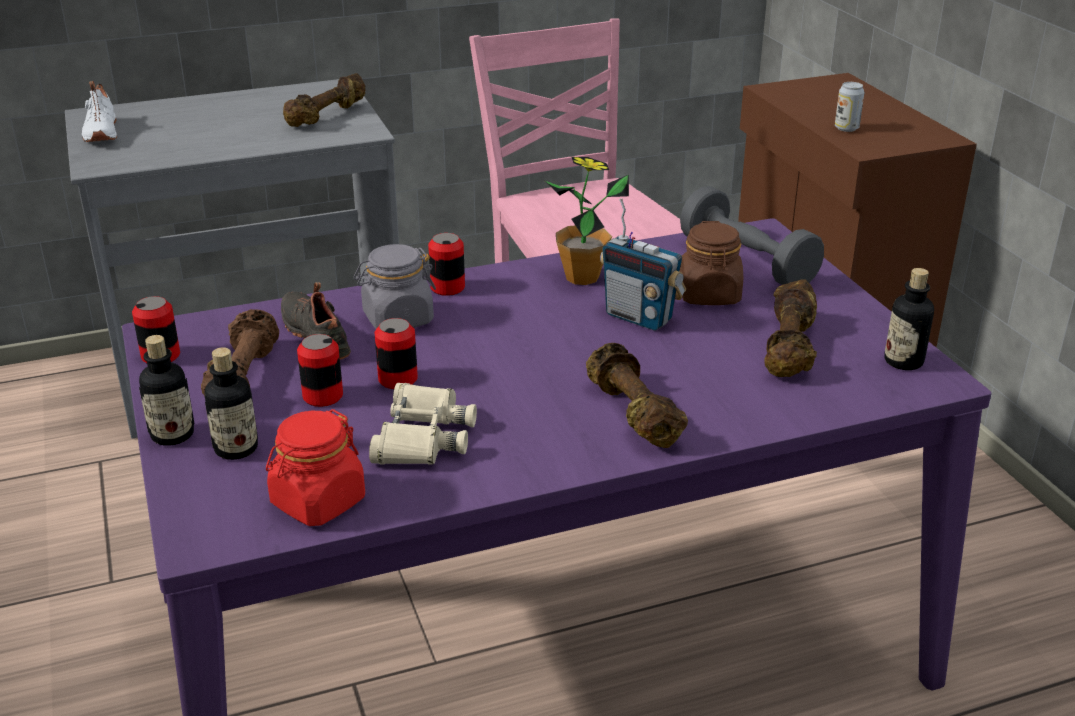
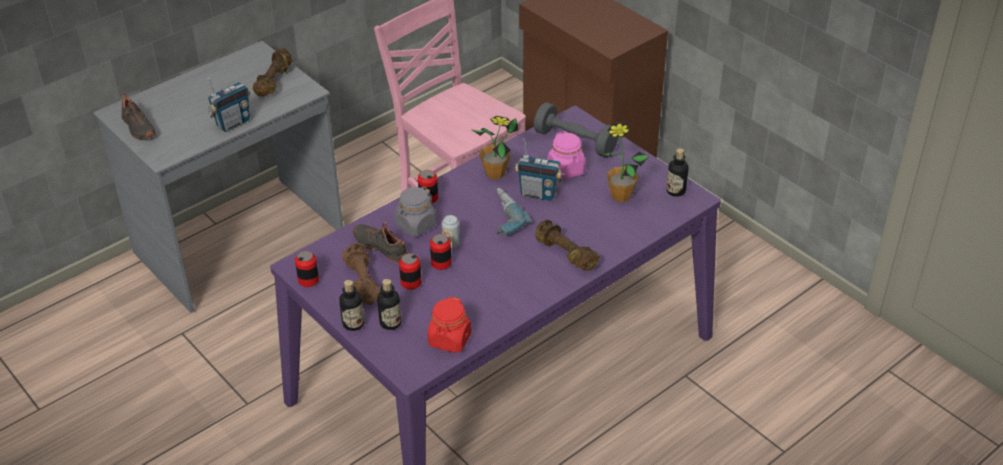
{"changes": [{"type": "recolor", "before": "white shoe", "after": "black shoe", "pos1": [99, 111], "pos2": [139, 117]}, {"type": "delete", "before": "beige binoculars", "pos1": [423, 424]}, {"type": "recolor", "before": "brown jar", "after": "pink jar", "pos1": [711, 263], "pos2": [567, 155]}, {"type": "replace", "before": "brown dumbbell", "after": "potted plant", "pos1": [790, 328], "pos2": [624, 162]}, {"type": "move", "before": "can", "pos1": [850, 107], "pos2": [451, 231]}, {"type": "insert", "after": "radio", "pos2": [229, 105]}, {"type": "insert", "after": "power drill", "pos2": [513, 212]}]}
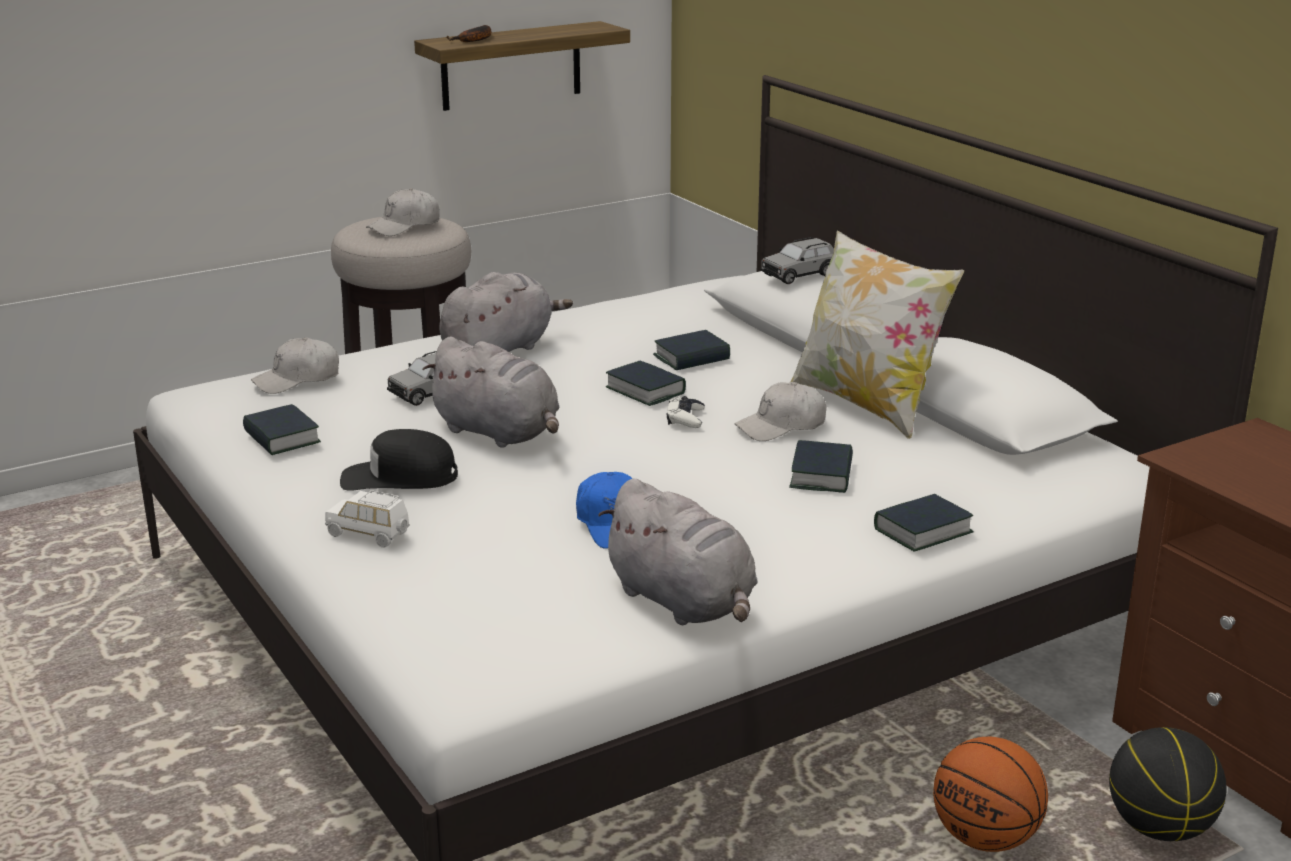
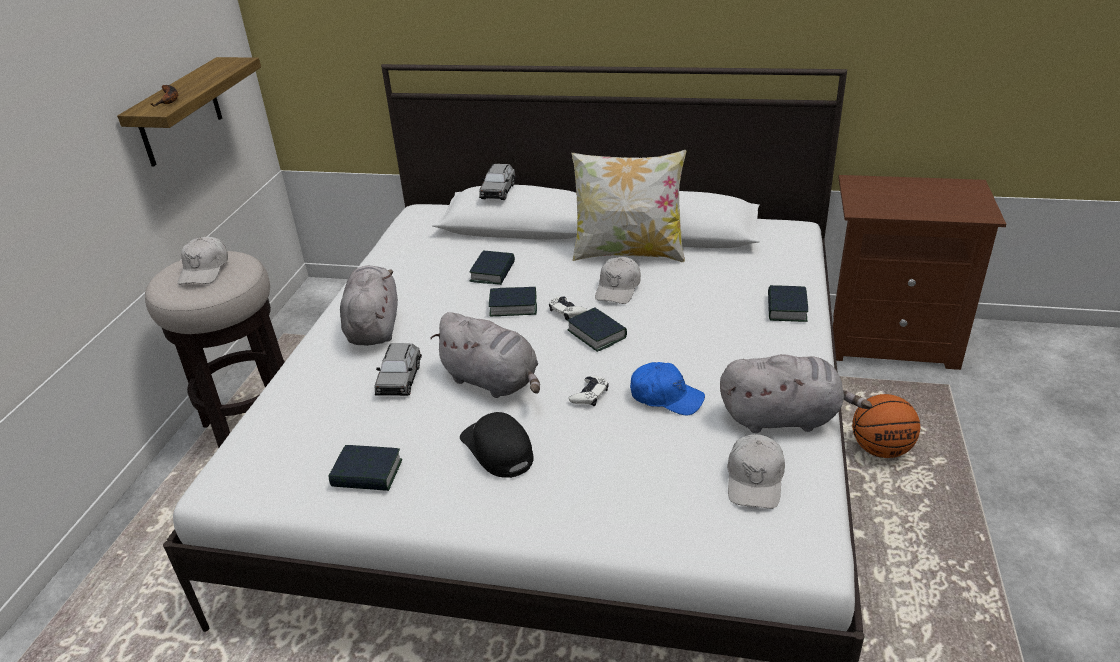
{"changes": [{"type": "move", "before": "white cap", "pos1": [295, 365], "pos2": [756, 471]}, {"type": "delete", "before": "white toy car", "pos1": [367, 519]}, {"type": "rotate", "before": "black cap", "pos1": [399, 460], "pos2": [497, 445], "turn": 105}, {"type": "rotate", "before": "grey plush toy", "pos1": [491, 392], "pos2": [485, 355], "turn": 45}, {"type": "move", "before": "book", "pos1": [821, 466], "pos2": [597, 330]}, {"type": "delete", "before": "basketball", "pos1": [1167, 784]}, {"type": "insert", "after": "white game controller", "pos2": [589, 391]}]}
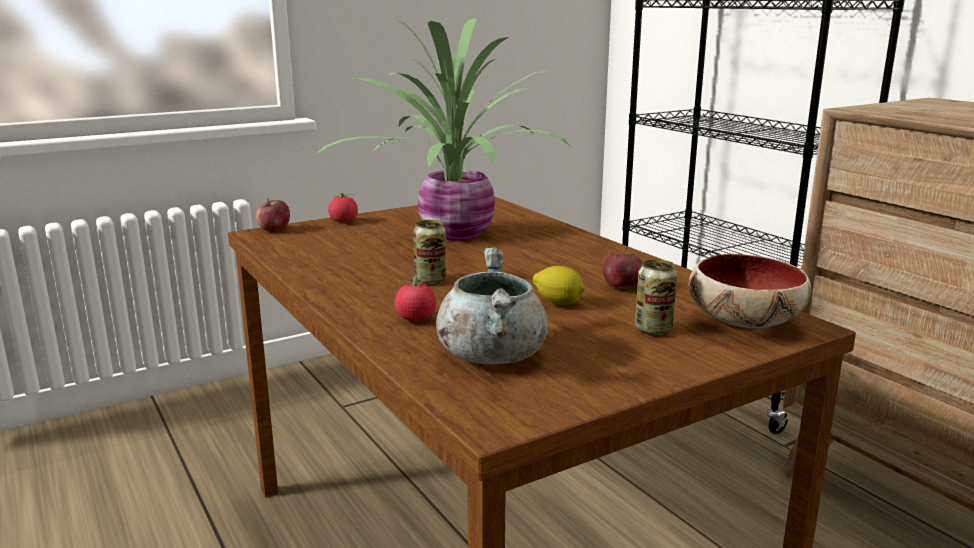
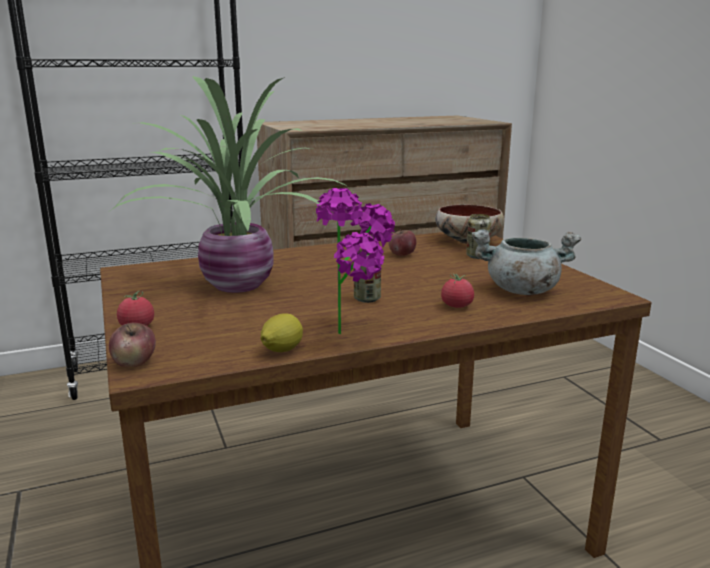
{"changes": [{"type": "move", "before": "lemon", "pos1": [558, 285], "pos2": [281, 332]}, {"type": "insert", "after": "potted plant", "pos2": [355, 261]}]}
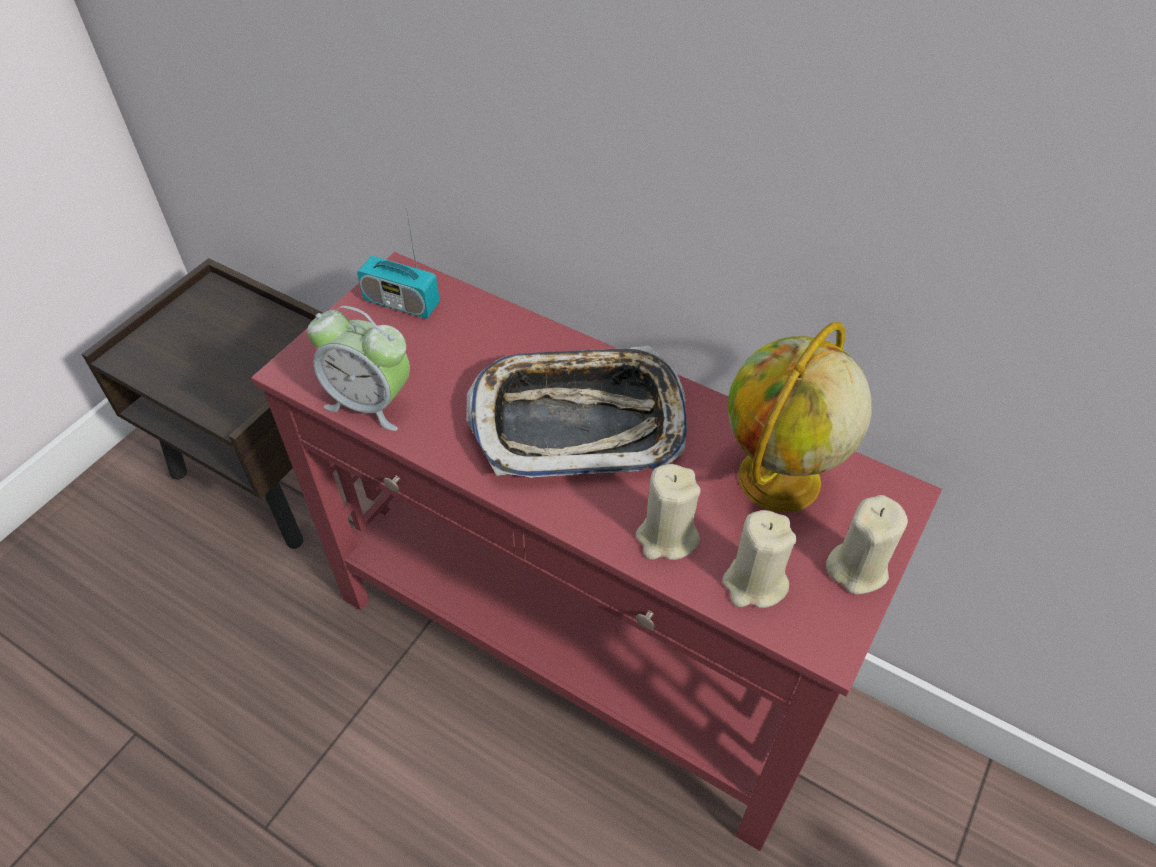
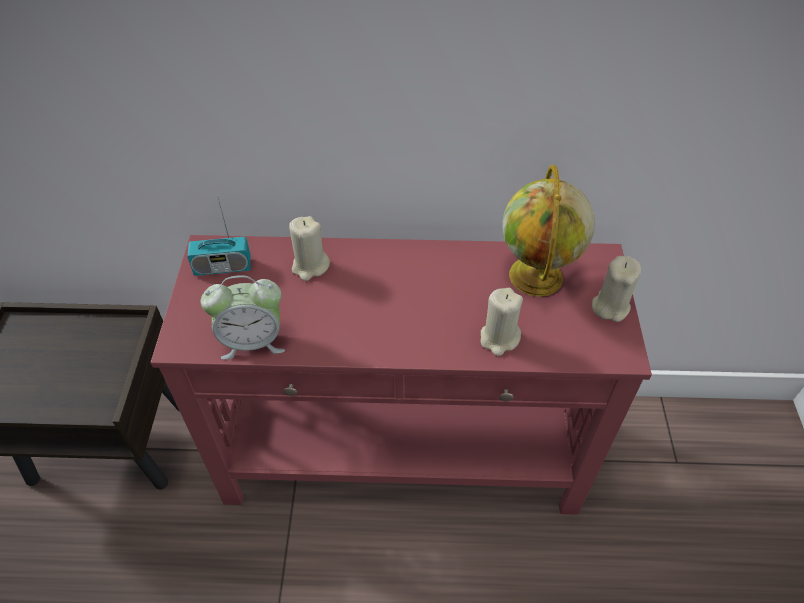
{"changes": [{"type": "delete", "before": "tray", "pos1": [576, 412]}, {"type": "move", "before": "beige candle", "pos1": [759, 559], "pos2": [309, 248]}]}
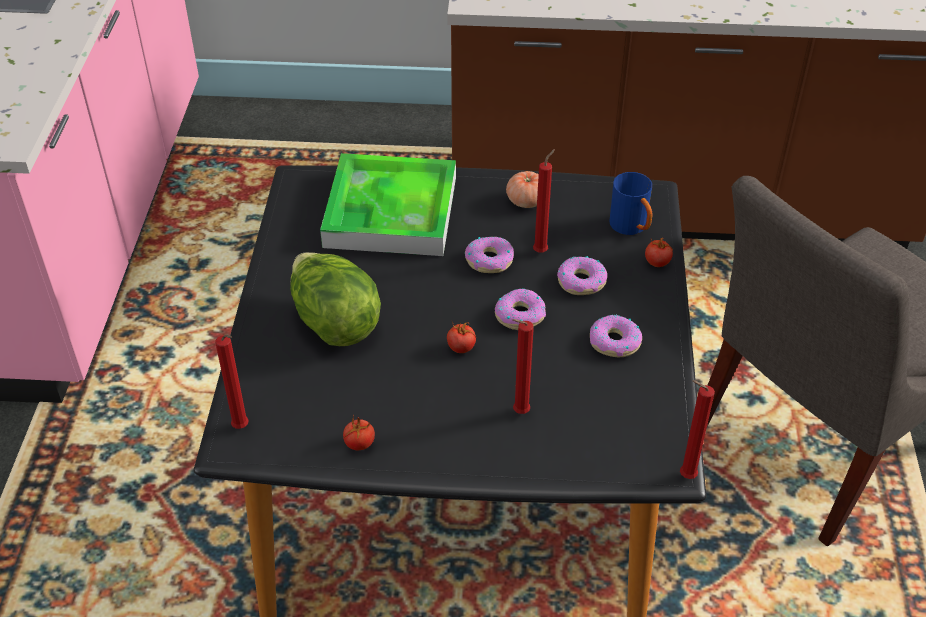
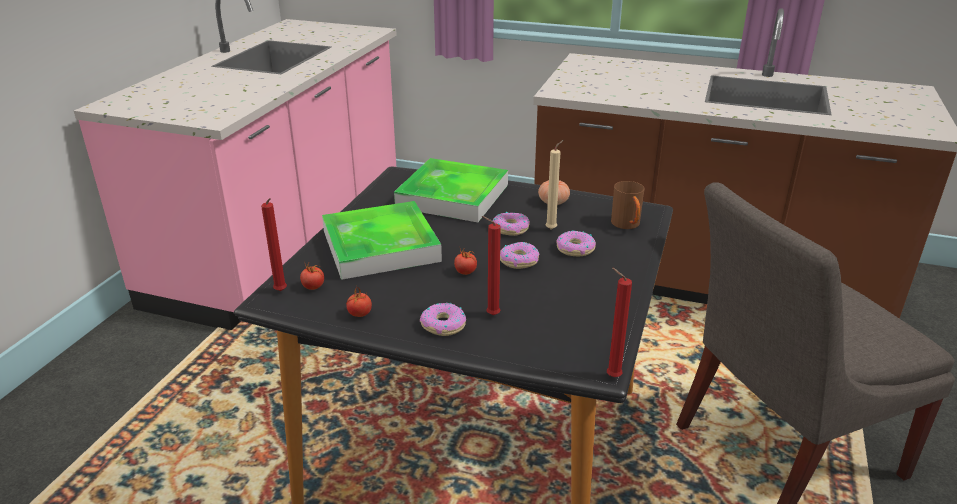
{"changes": [{"type": "replace", "before": "lettuce", "after": "tray", "pos1": [335, 299], "pos2": [382, 240]}, {"type": "recolor", "before": "red candle", "after": "beige candle", "pos1": [544, 200], "pos2": [555, 185]}, {"type": "move", "before": "donut", "pos1": [616, 335], "pos2": [443, 319]}, {"type": "recolor", "before": "blue mug", "after": "brown mug", "pos1": [631, 203], "pos2": [628, 205]}, {"type": "move", "before": "tomato", "pos1": [659, 252], "pos2": [312, 276]}]}
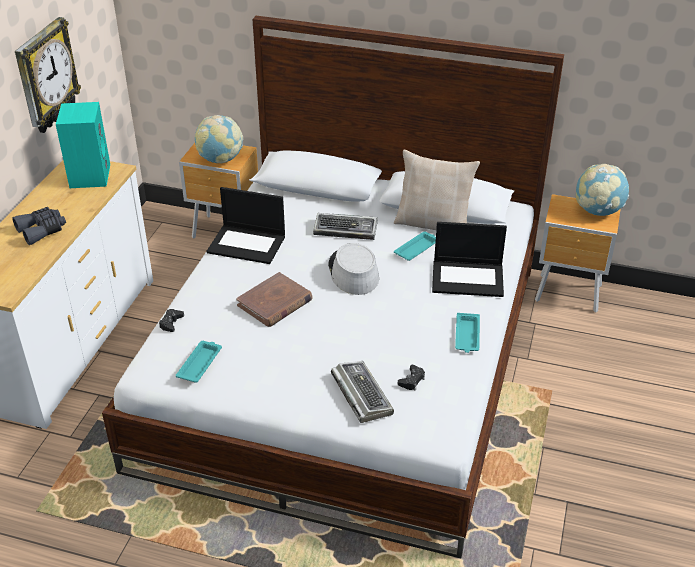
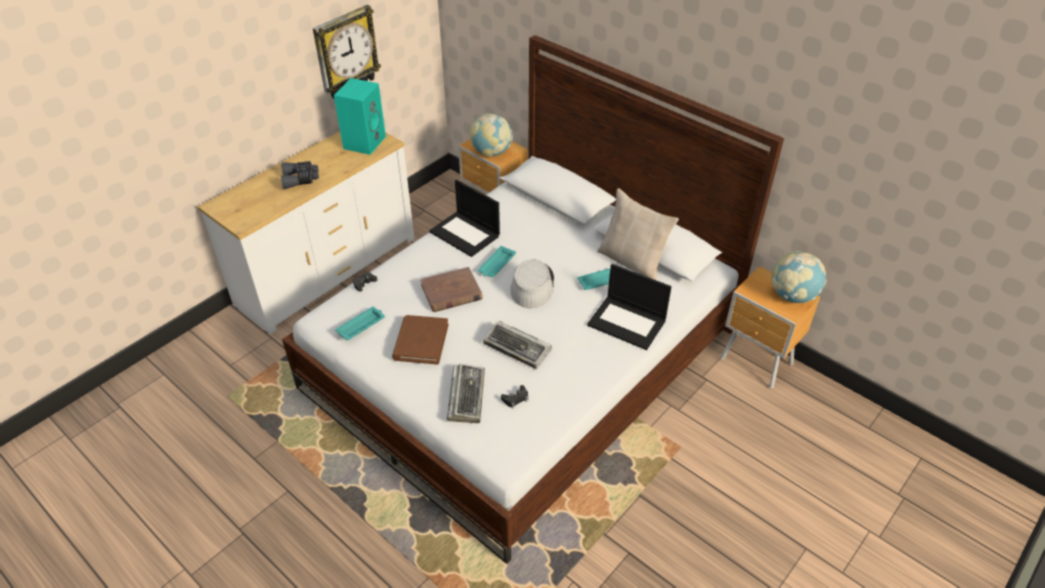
{"changes": [{"type": "move", "before": "keyboard", "pos1": [345, 226], "pos2": [517, 345]}, {"type": "move", "before": "turquoise tray", "pos1": [467, 333], "pos2": [497, 261]}, {"type": "insert", "after": "brown book", "pos2": [420, 340]}]}
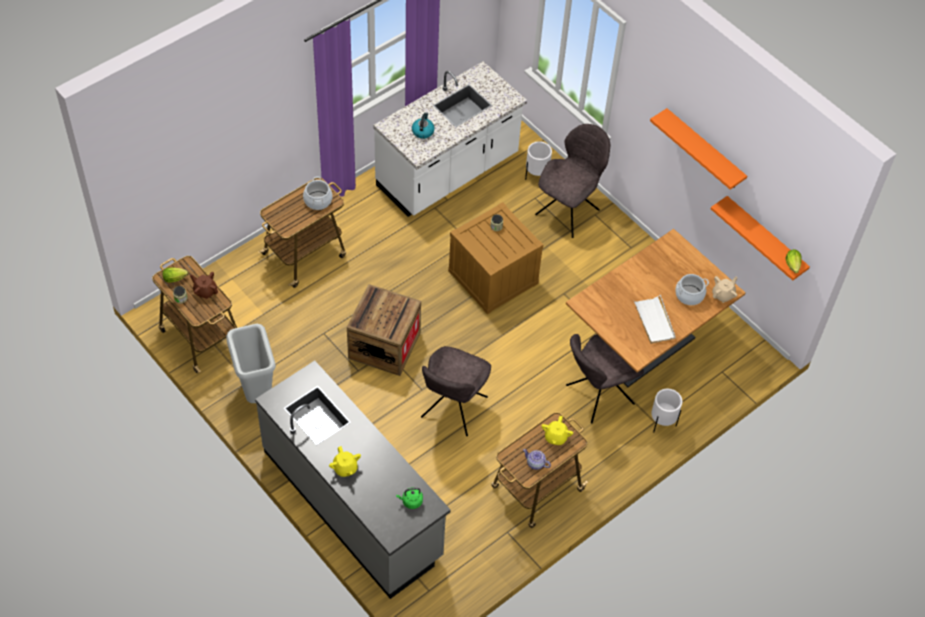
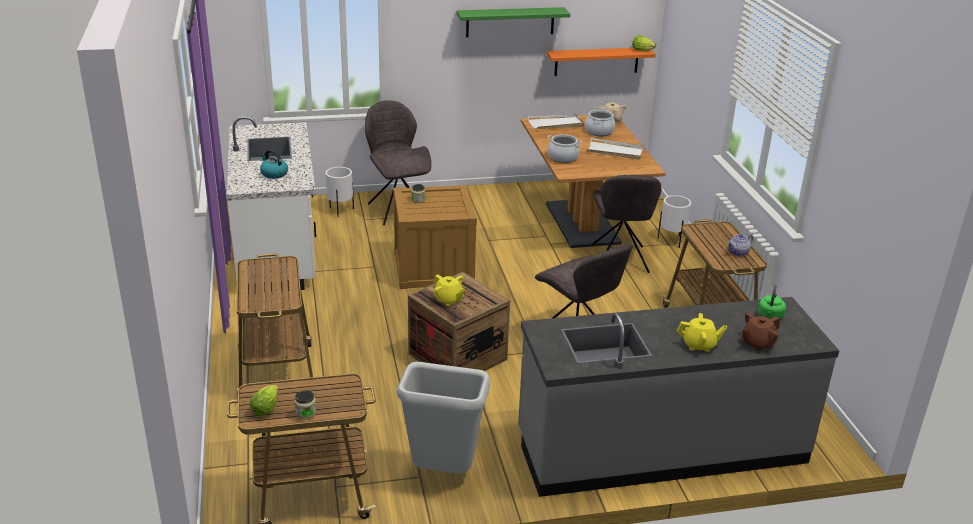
{"changes": [{"type": "move", "before": "brown teapot", "pos1": [204, 285], "pos2": [761, 332]}, {"type": "move", "before": "cooking pot", "pos1": [318, 193], "pos2": [565, 148]}, {"type": "move", "before": "yellow teapot", "pos1": [557, 430], "pos2": [449, 290]}, {"type": "recolor", "before": "orange shelf", "after": "green shelf", "pos1": [698, 148], "pos2": [513, 22]}, {"type": "insert", "after": "white tray", "pos2": [556, 121]}]}
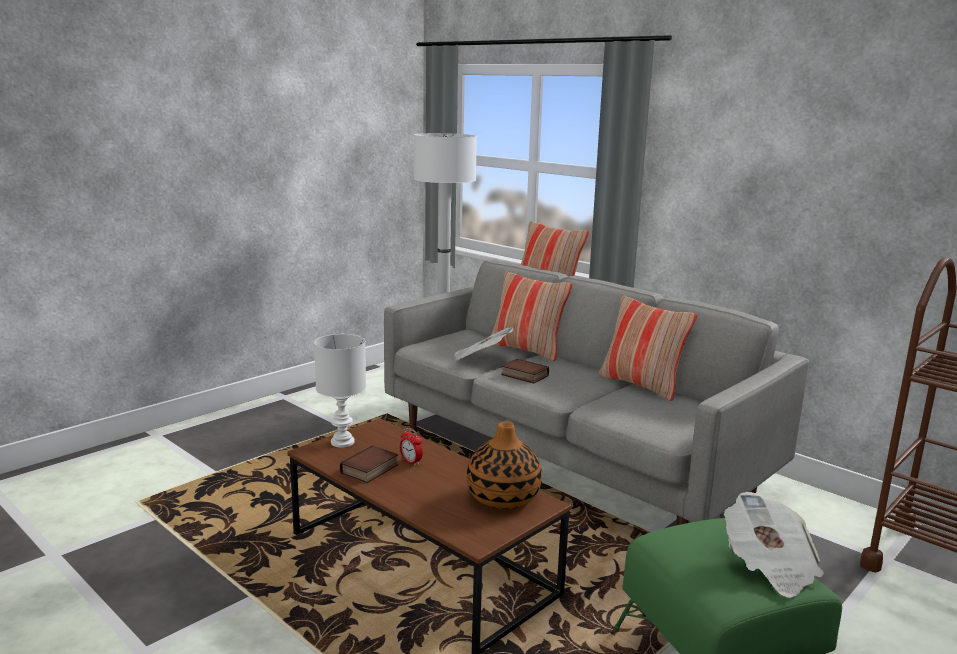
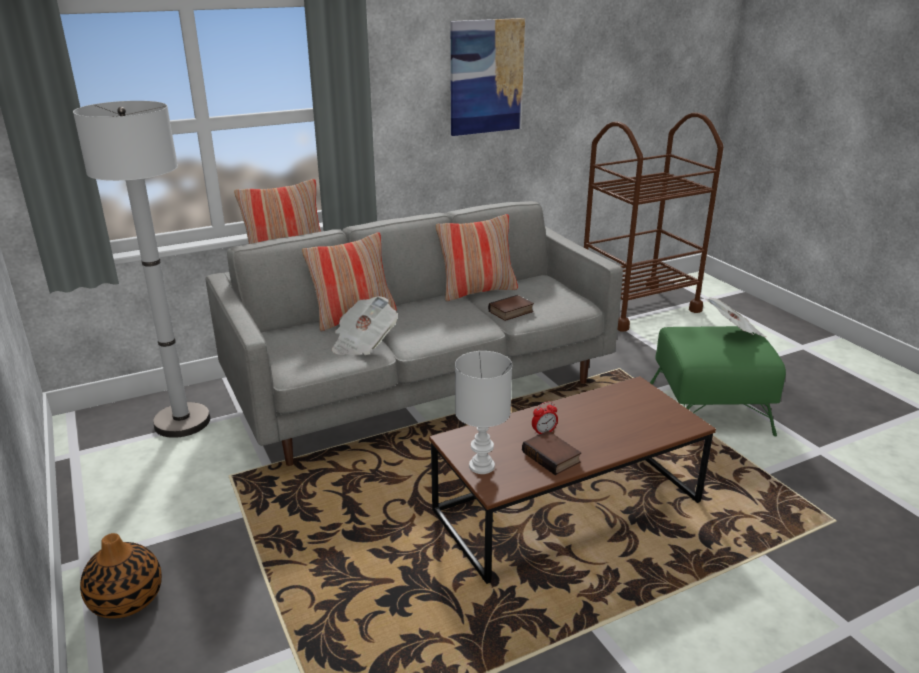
{"changes": [{"type": "move", "before": "vase", "pos1": [504, 465], "pos2": [121, 576]}, {"type": "move", "before": "book", "pos1": [525, 371], "pos2": [511, 308]}, {"type": "insert", "after": "picture", "pos2": [488, 77]}]}
